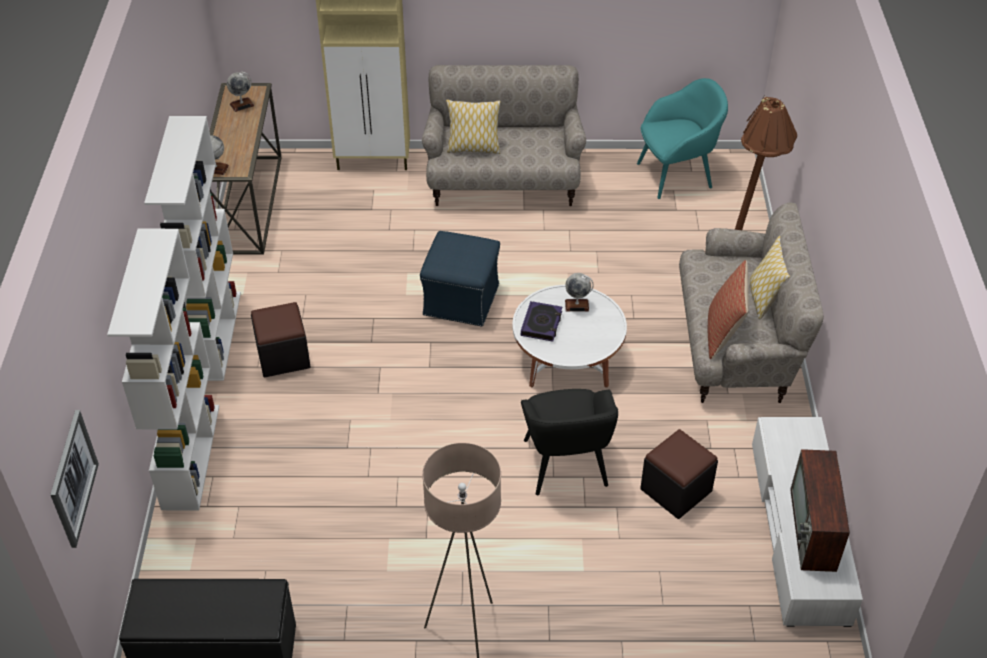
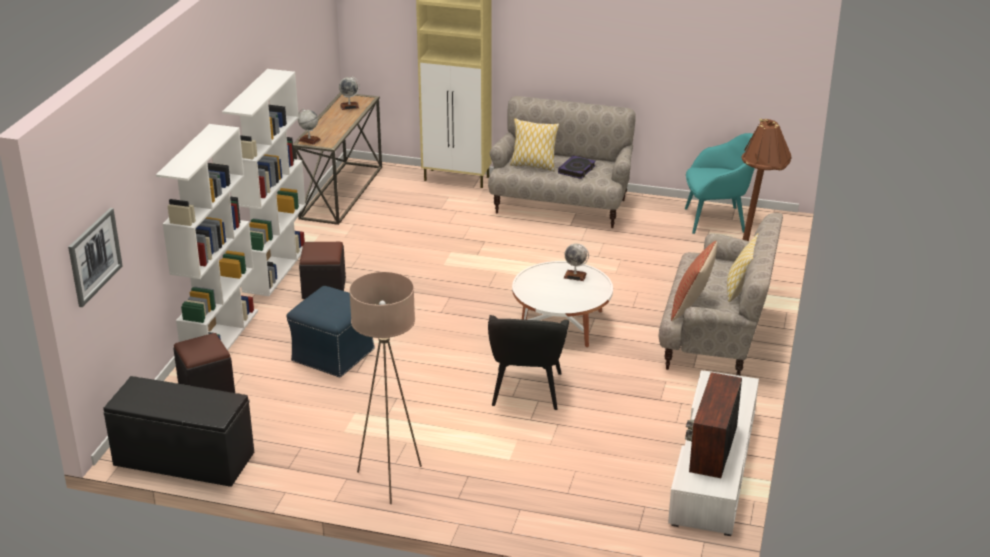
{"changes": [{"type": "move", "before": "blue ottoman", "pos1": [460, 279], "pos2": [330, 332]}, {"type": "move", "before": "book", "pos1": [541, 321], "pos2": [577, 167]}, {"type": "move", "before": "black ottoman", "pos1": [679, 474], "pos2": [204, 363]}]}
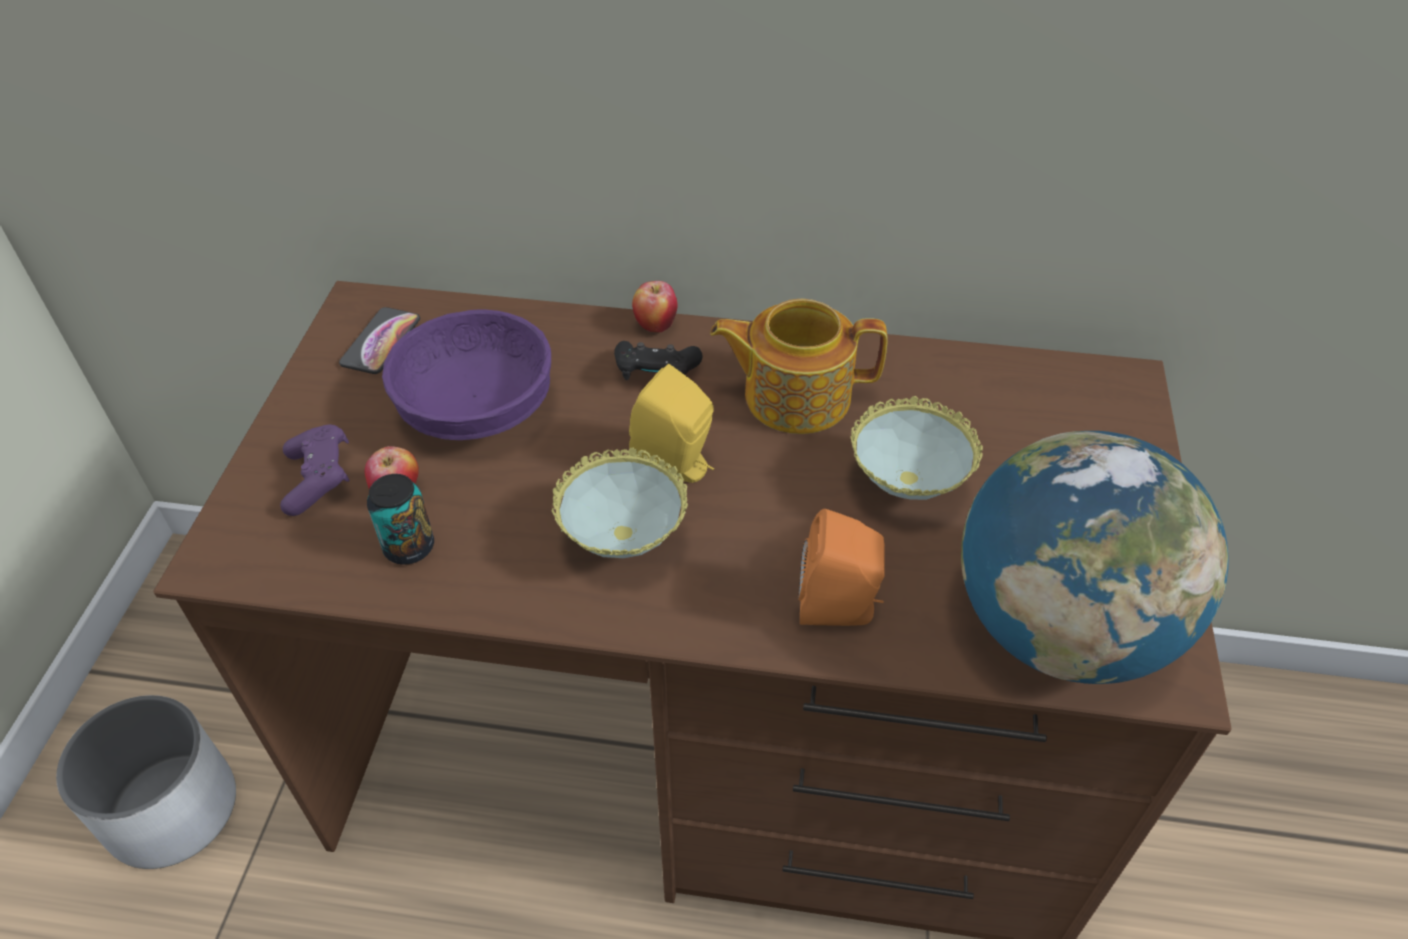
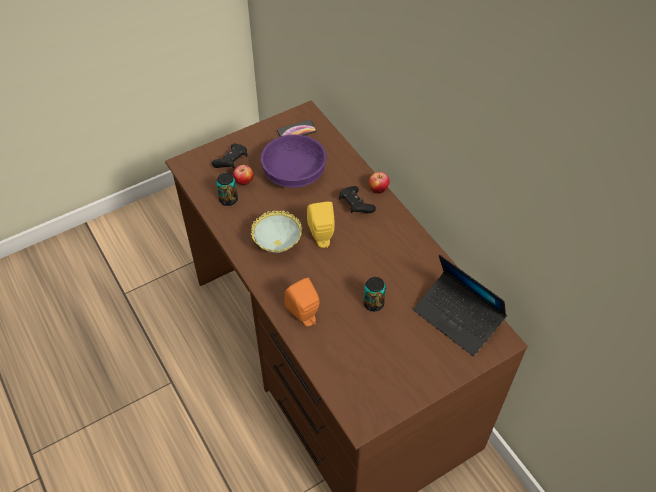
{"changes": [{"type": "delete", "before": "white planter", "pos1": [146, 782]}, {"type": "recolor", "before": "purple game controller", "after": "black game controller", "pos1": [315, 470], "pos2": [230, 155]}, {"type": "delete", "before": "teapot", "pos1": [799, 366]}, {"type": "replace", "before": "bowl", "after": "can", "pos1": [916, 448], "pos2": [375, 294]}, {"type": "delete", "before": "globe", "pos1": [1095, 557]}, {"type": "insert", "after": "laptop", "pos2": [460, 305]}]}
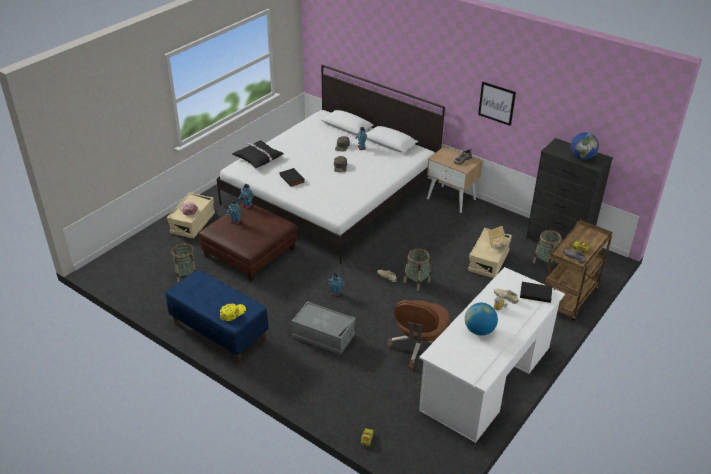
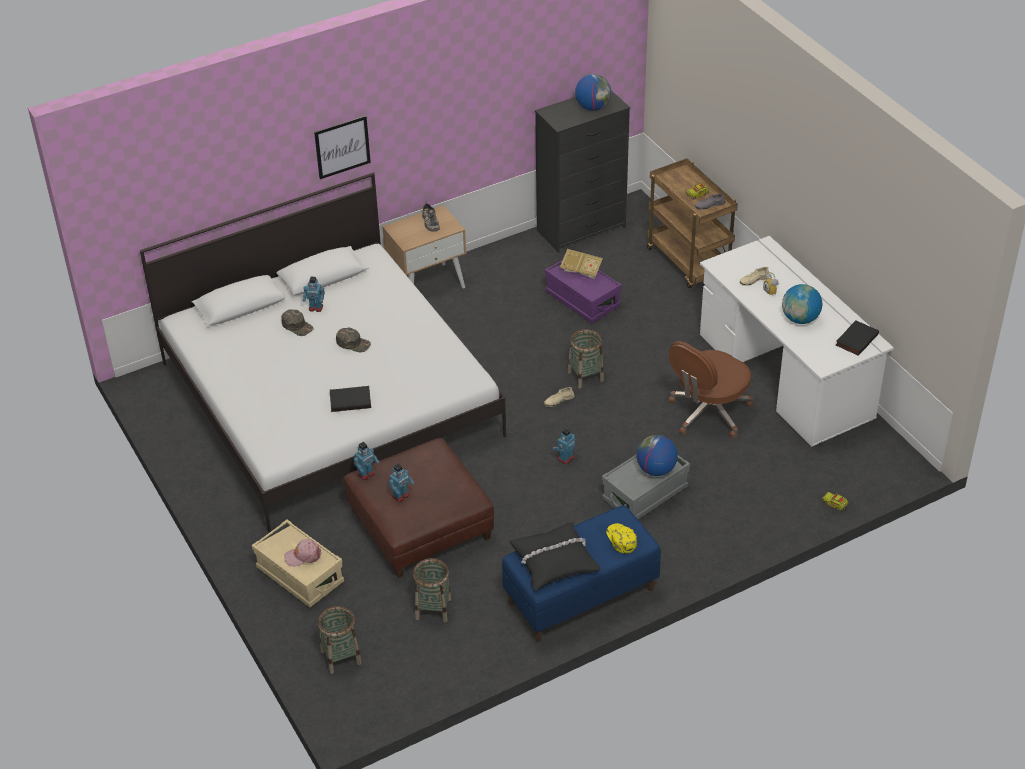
{"changes": [{"type": "move", "before": "black pillow", "pos1": [258, 154], "pos2": [554, 556]}, {"type": "rotate", "before": "brown office chair", "pos1": [419, 335], "pos2": [711, 390], "turn": 90}, {"type": "recolor", "before": "beige storage box", "after": "purple storage box", "pos1": [490, 253], "pos2": [583, 291]}, {"type": "move", "before": "picture", "pos1": [497, 104], "pos2": [342, 147]}, {"type": "move", "before": "black book", "pos1": [536, 292], "pos2": [857, 338]}, {"type": "move", "before": "basket", "pos1": [547, 250], "pos2": [340, 640]}, {"type": "insert", "after": "globe", "pos2": [657, 455]}]}
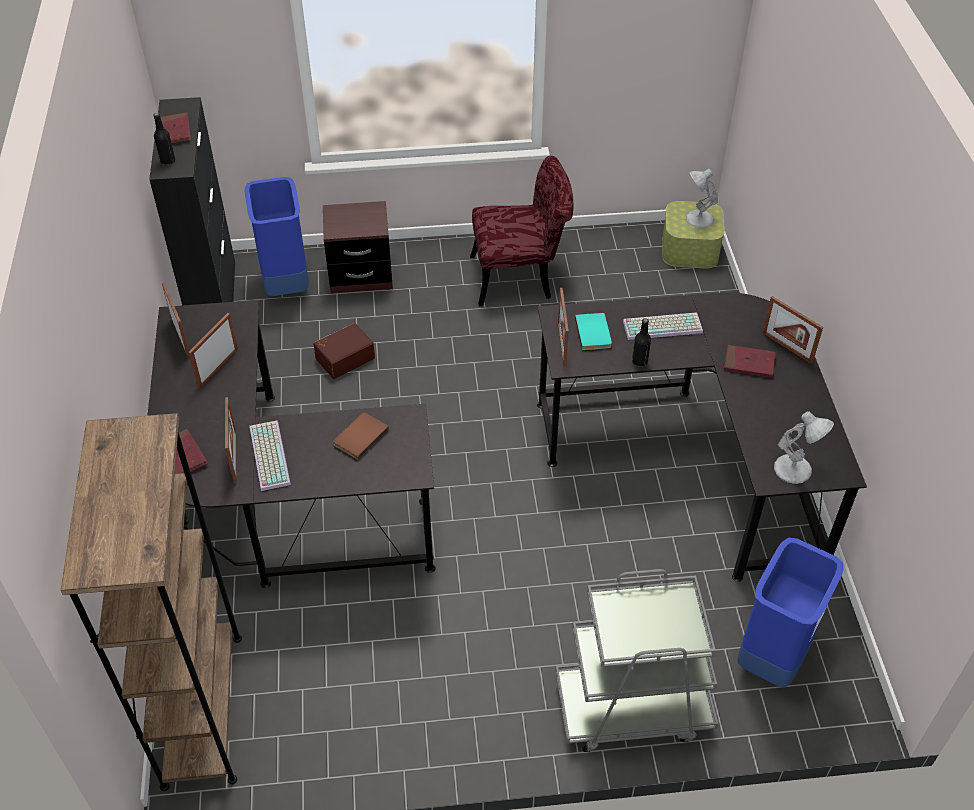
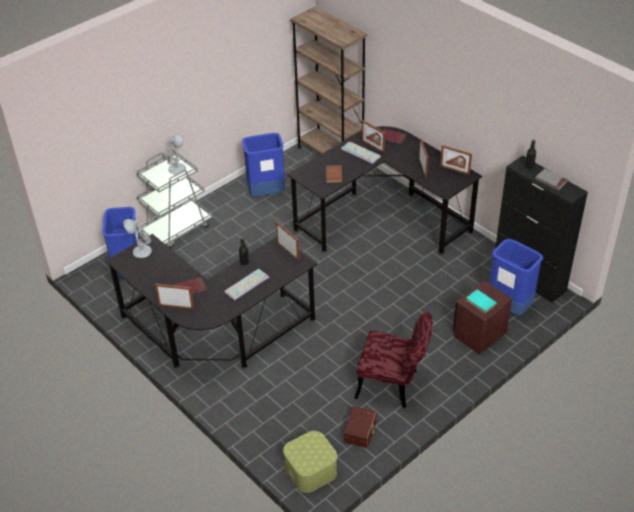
{"changes": [{"type": "recolor", "before": "red book", "after": "grey book", "pos1": [176, 128], "pos2": [551, 179]}, {"type": "move", "before": "brown storage box", "pos1": [344, 351], "pos2": [360, 427]}, {"type": "rotate", "before": "red chair", "pos1": [522, 231], "pos2": [393, 360], "turn": -120}, {"type": "move", "before": "turquoise book", "pos1": [593, 331], "pos2": [481, 301]}, {"type": "move", "before": "white table lamp", "pos1": [702, 198], "pos2": [177, 154]}, {"type": "insert", "after": "blue trash can", "pos2": [263, 165]}]}
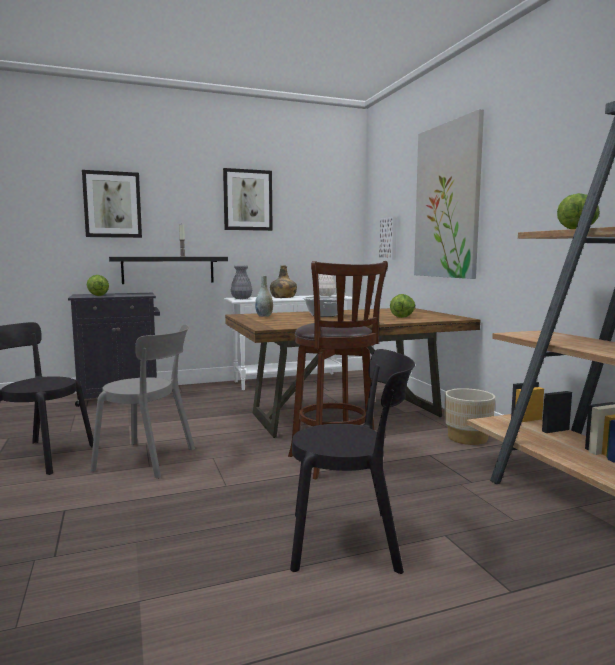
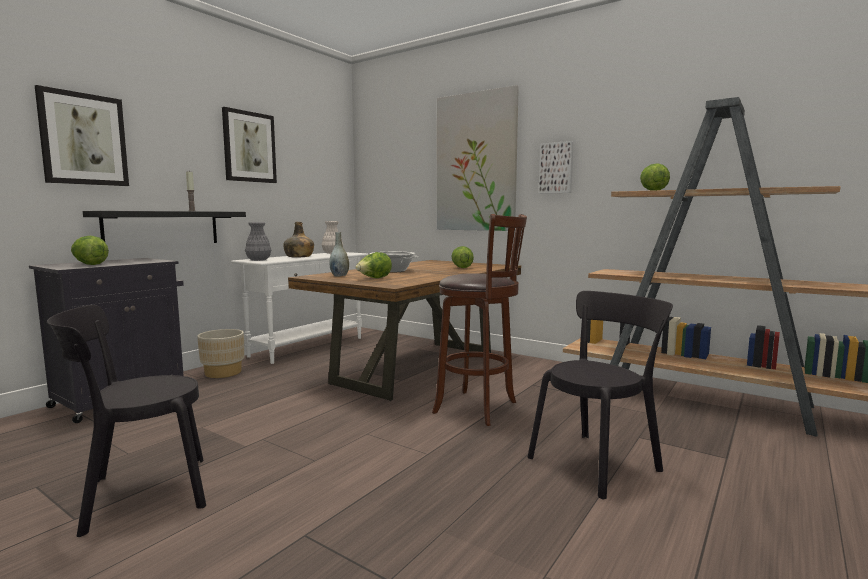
{"changes": [{"type": "delete", "before": "grey chair", "pos1": [143, 401]}, {"type": "move", "before": "picture", "pos1": [388, 238], "pos2": [556, 167]}, {"type": "move", "before": "beige planter", "pos1": [470, 416], "pos2": [220, 353]}, {"type": "insert", "after": "lettuce", "pos2": [373, 265]}]}
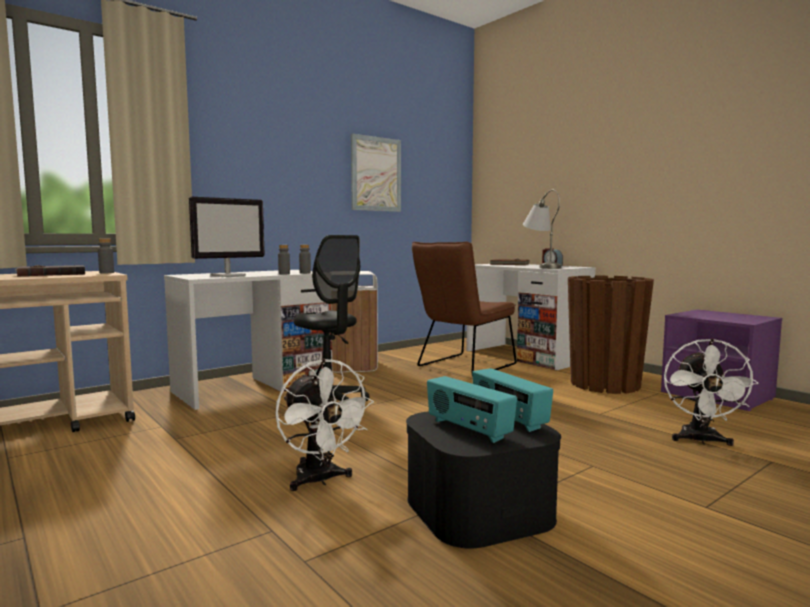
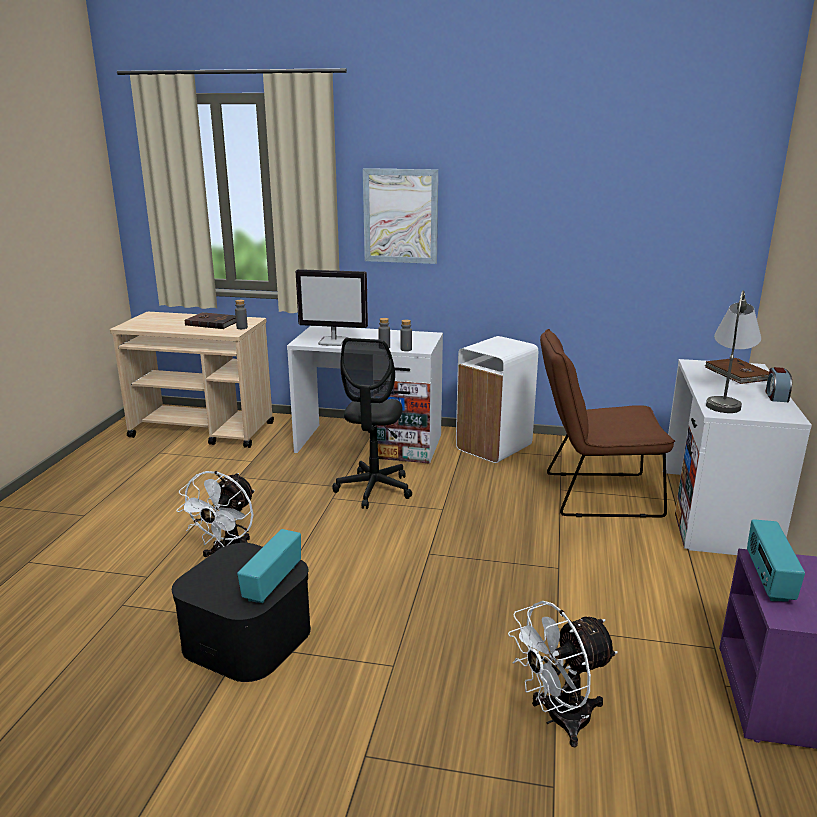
{"changes": [{"type": "move", "before": "picture", "pos1": [376, 172], "pos2": [400, 216]}, {"type": "move", "before": "radio", "pos1": [472, 409], "pos2": [776, 560]}, {"type": "delete", "before": "brown planter", "pos1": [611, 334]}]}
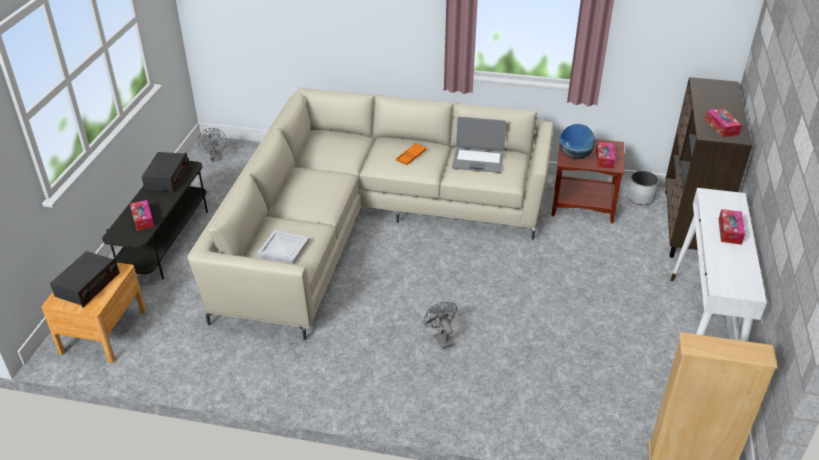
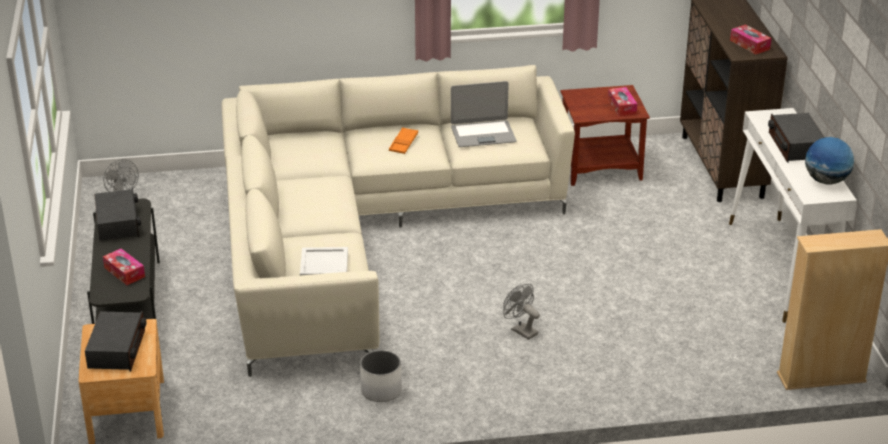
{"changes": [{"type": "move", "before": "globe", "pos1": [577, 141], "pos2": [829, 160]}, {"type": "move", "before": "white planter", "pos1": [643, 188], "pos2": [381, 376]}, {"type": "replace", "before": "tissue box", "after": "radio", "pos1": [732, 227], "pos2": [796, 138]}]}
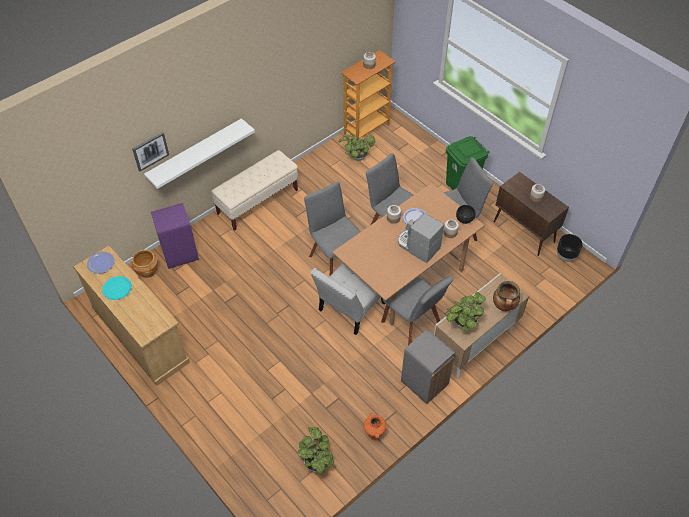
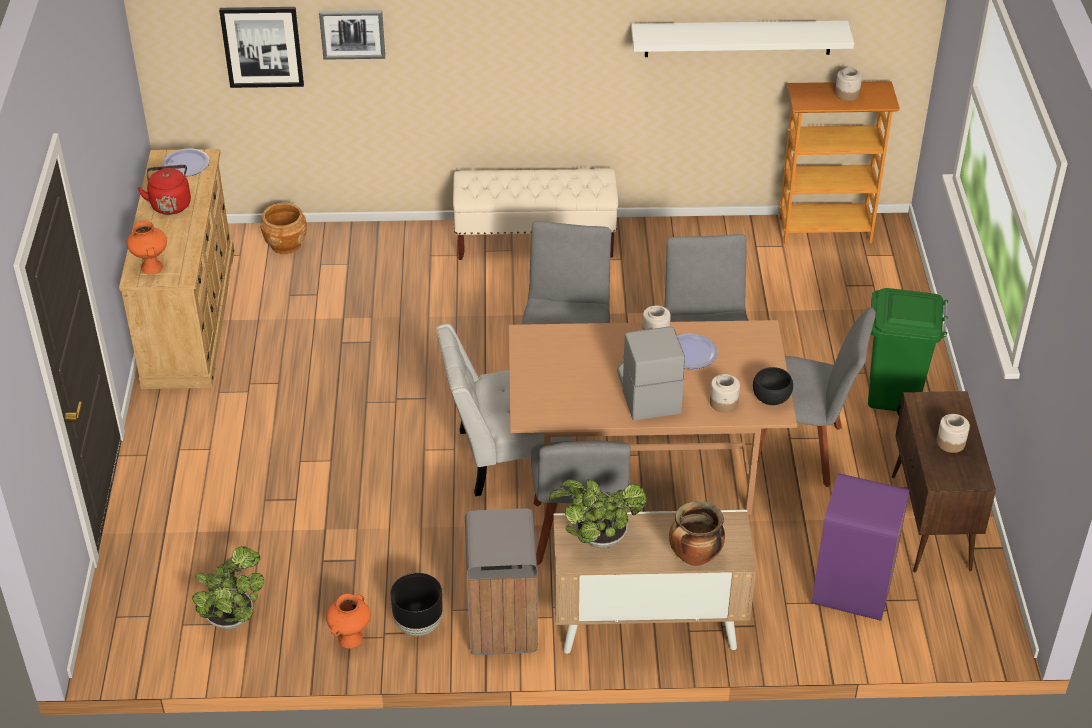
{"changes": [{"type": "replace", "before": "turquoise plate", "after": "red kettle", "pos1": [117, 288], "pos2": [164, 190]}, {"type": "move", "before": "white shelf", "pos1": [199, 153], "pos2": [742, 39]}, {"type": "move", "before": "purple trash can", "pos1": [175, 236], "pos2": [861, 547]}, {"type": "delete", "before": "potted plant", "pos1": [357, 147]}, {"type": "move", "before": "black planter", "pos1": [570, 248], "pos2": [416, 604]}, {"type": "insert", "after": "orange vase", "pos2": [146, 248]}, {"type": "insert", "after": "picture", "pos2": [261, 47]}]}
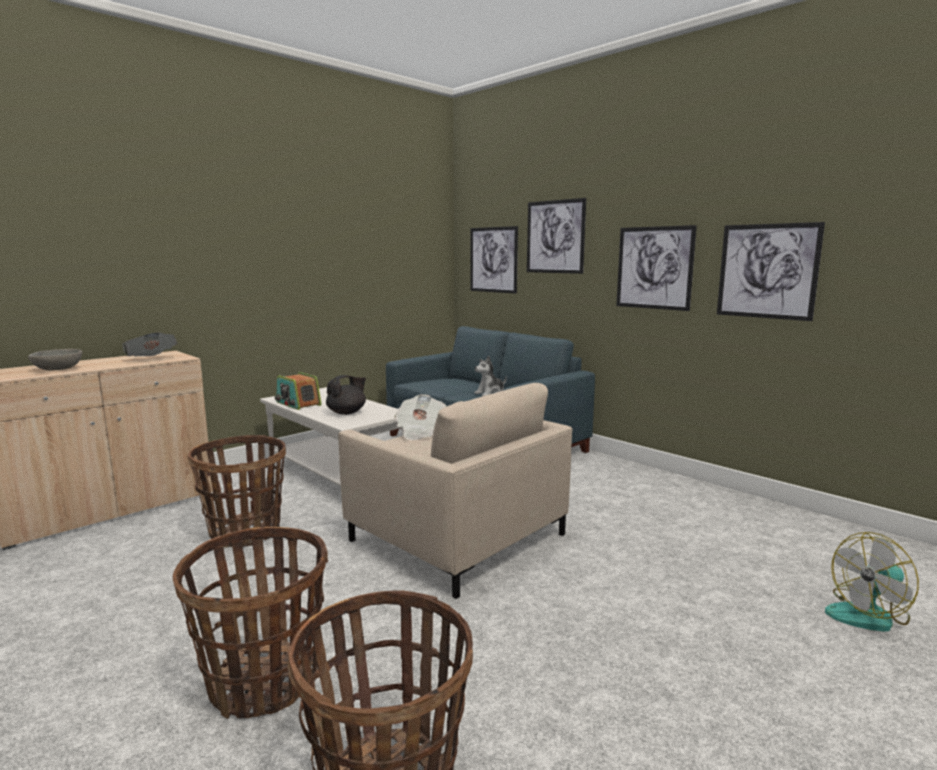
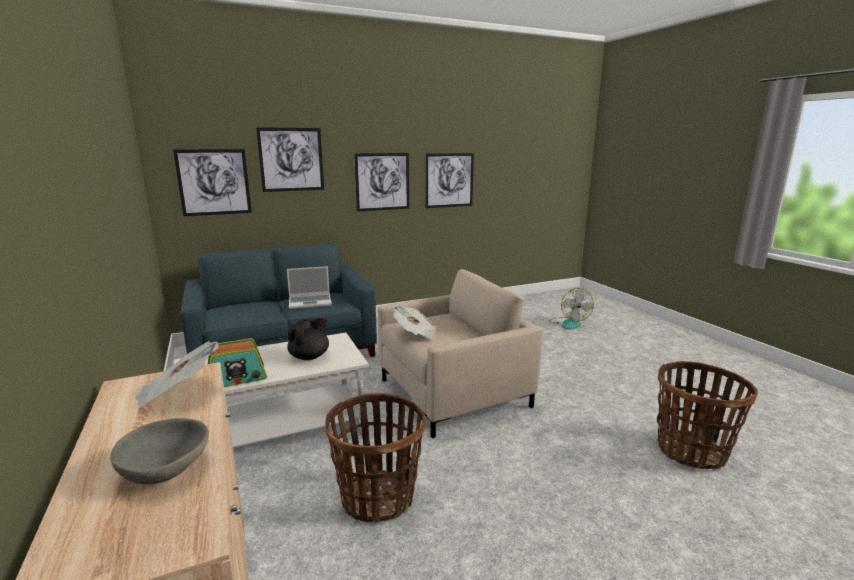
{"changes": [{"type": "delete", "before": "basket", "pos1": [250, 623]}, {"type": "rotate", "before": "black teapot", "pos1": [346, 395], "pos2": [308, 339], "turn": 60}, {"type": "replace", "before": "plush toy", "after": "laptop", "pos1": [490, 376], "pos2": [309, 287]}]}
